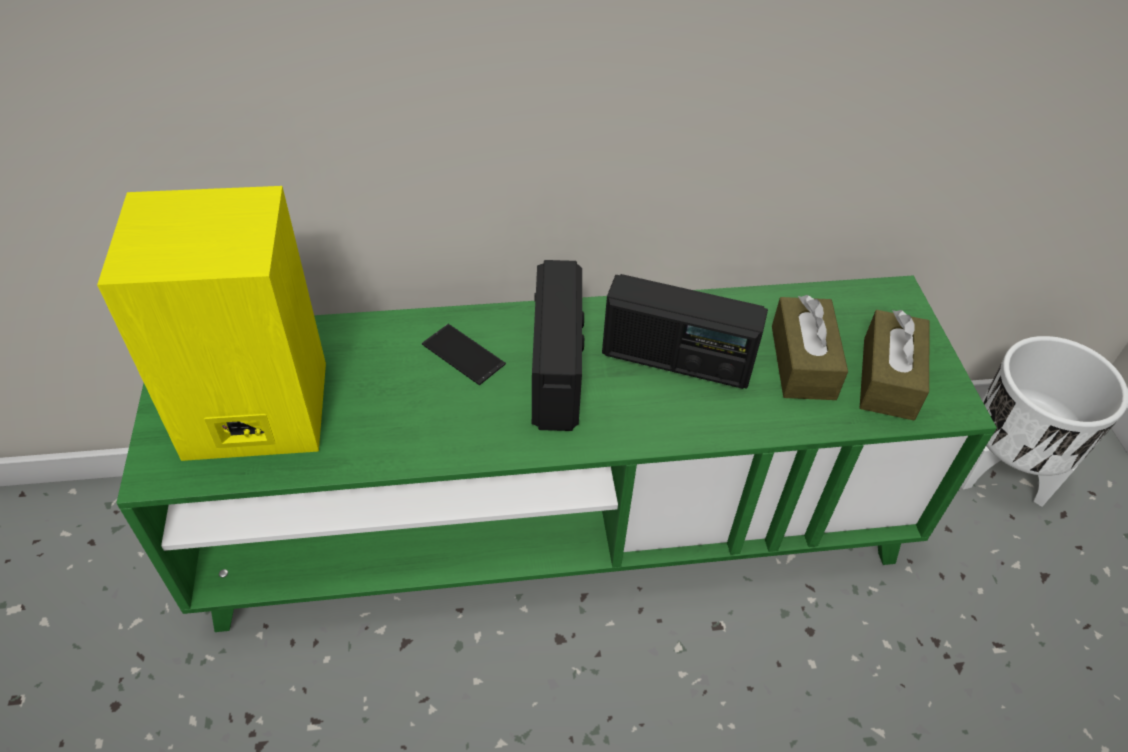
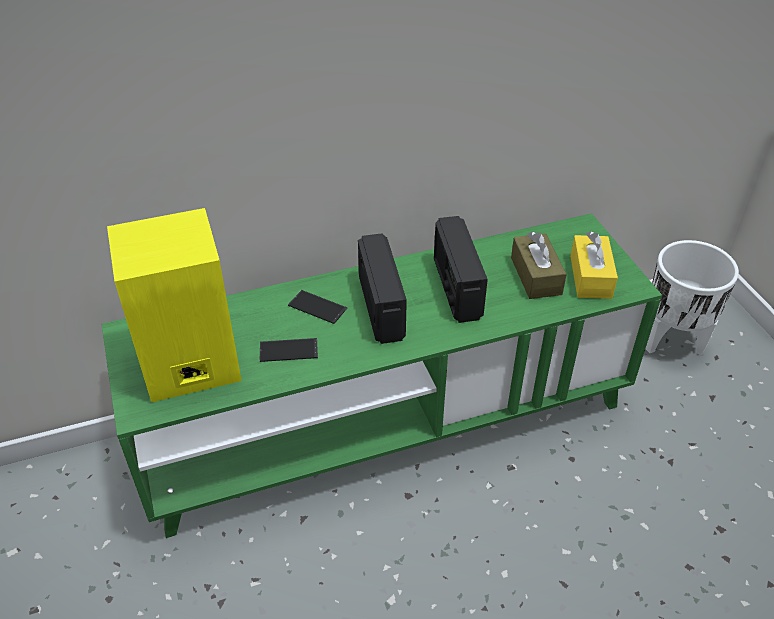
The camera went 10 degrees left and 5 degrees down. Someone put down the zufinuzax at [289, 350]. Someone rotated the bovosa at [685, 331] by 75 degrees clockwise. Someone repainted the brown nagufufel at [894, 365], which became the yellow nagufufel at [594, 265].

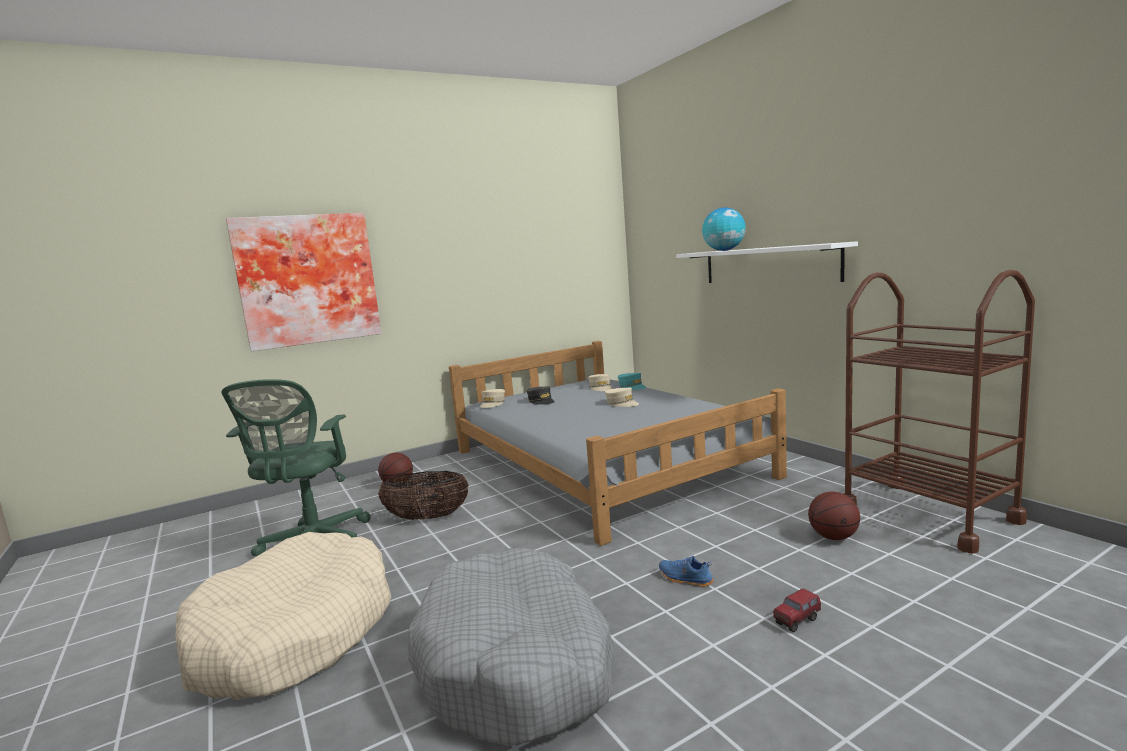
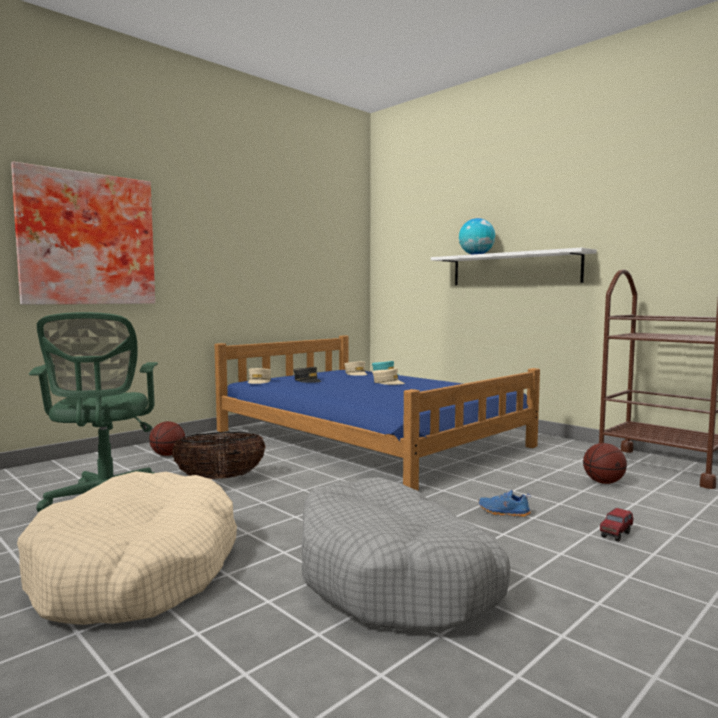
The camera went 15 degrees left and 5 degrees down. Someone repainted the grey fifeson at [618, 443], which became the blue fifeson at [377, 413].

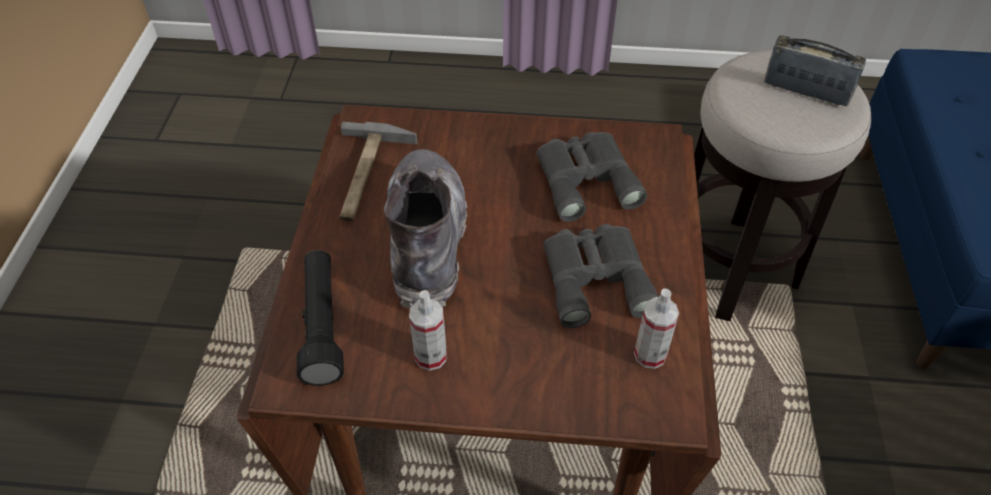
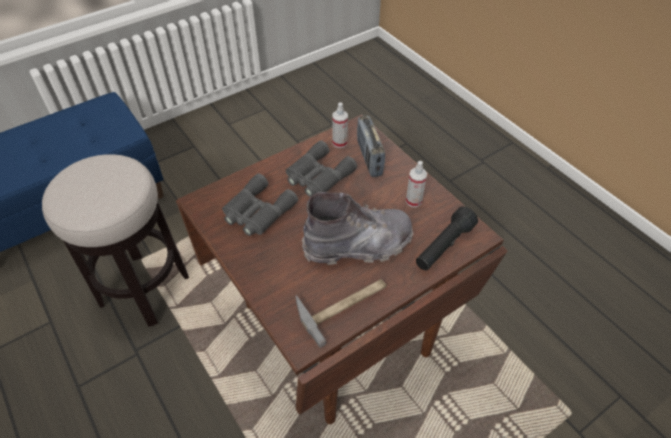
The camera went 130 degrees left and 0 degrees up. Someone rotated the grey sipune at [425, 229] by 150 degrees counterclockwise. Someone carried the bovosa from [815, 70] to [371, 146].

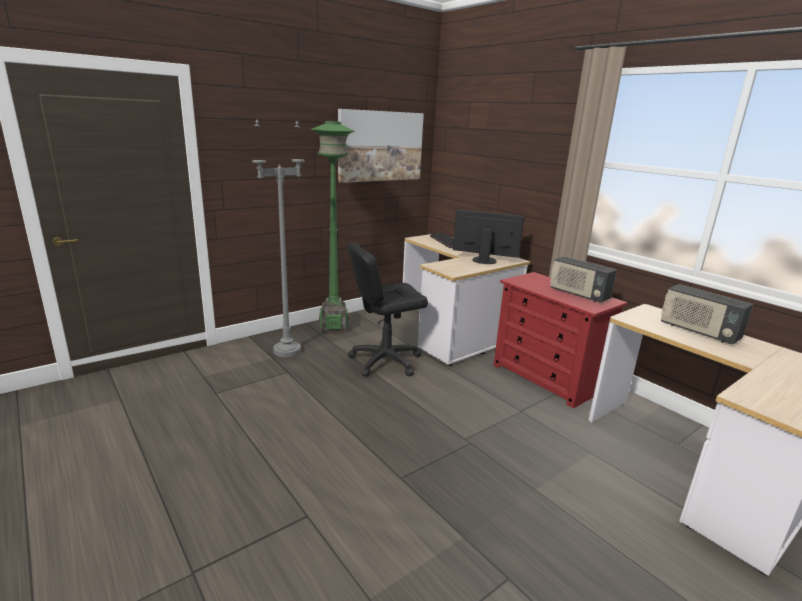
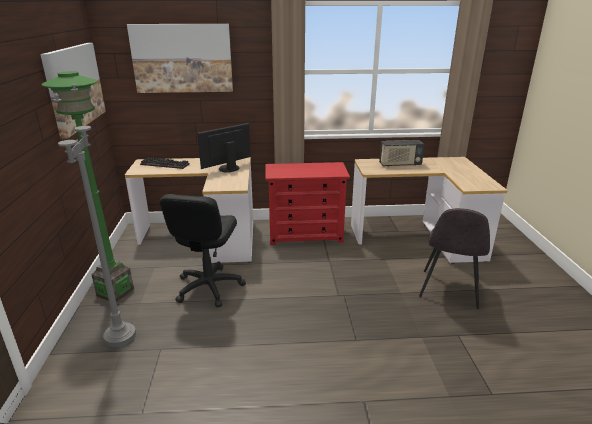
The camera went 55 degrees left and 5 degrees up. Someone put up the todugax at [180, 58]. Someone put down the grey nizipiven at [454, 258]. Someone took away the bovosa at [583, 279].

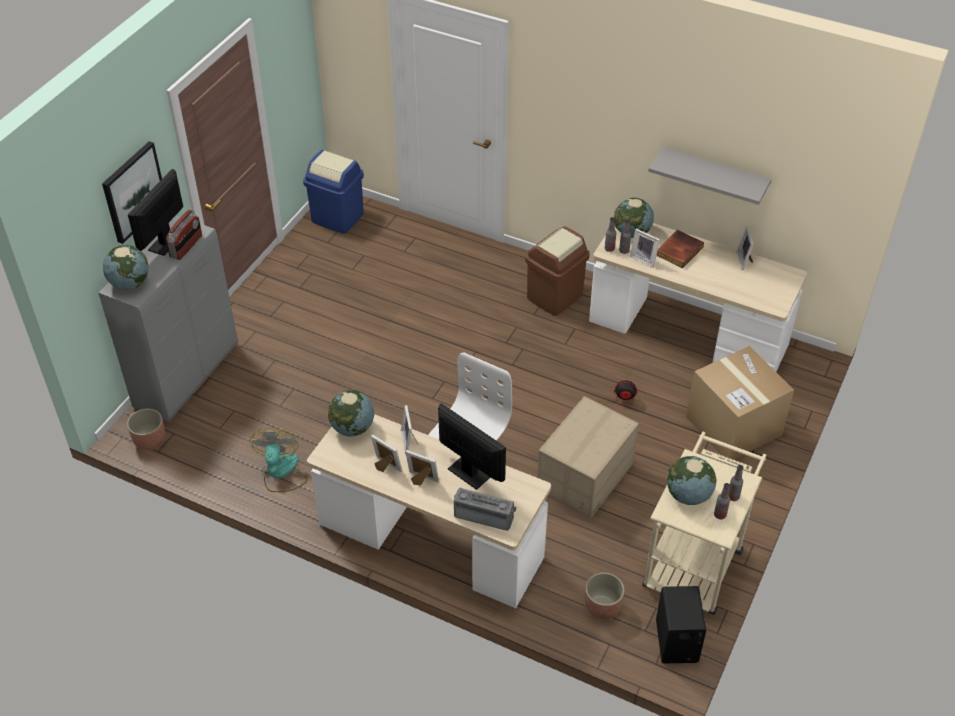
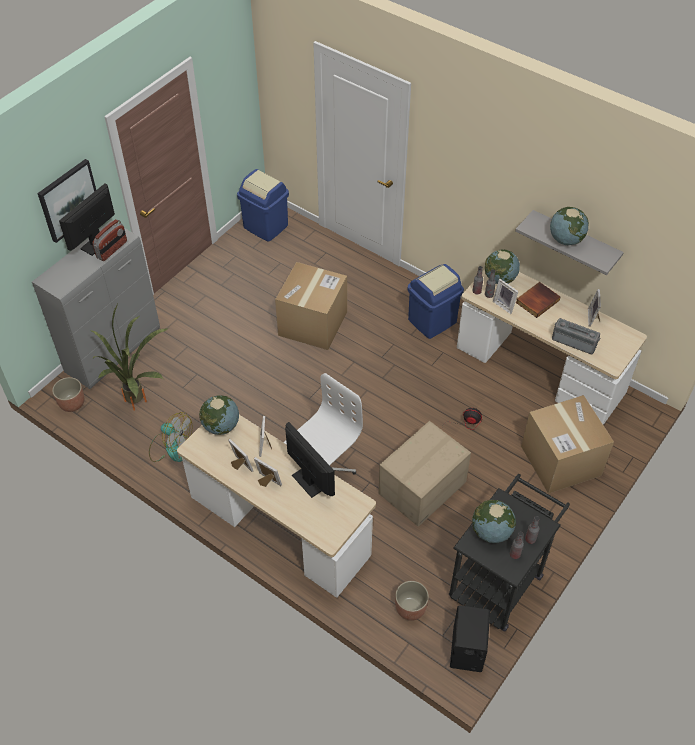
The camera went 10 degrees right and 5 degrees up. Someone put down the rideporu at [129, 356]. Someone rotated the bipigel at [279, 460] by 105 degrees clockwise. Someone put down the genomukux at [311, 306]. Someone repainted the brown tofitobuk at [557, 271], which became the blue tofitobuk at [435, 301]. Someone repainted the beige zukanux at [704, 523], which became the black zukanux at [509, 553]. Someone carried the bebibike from [126, 267] to [569, 226]. Someone carried the bovosa from [485, 509] to [576, 336].

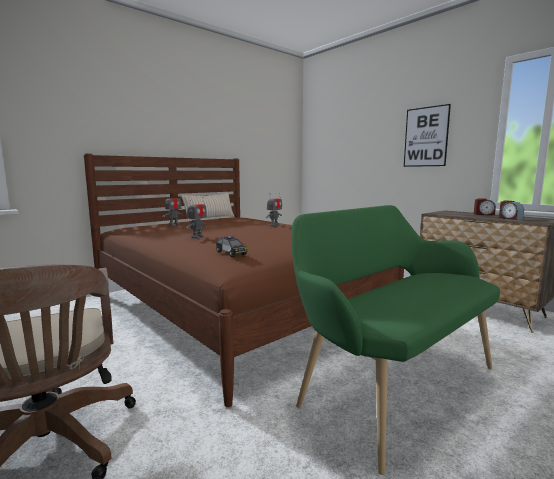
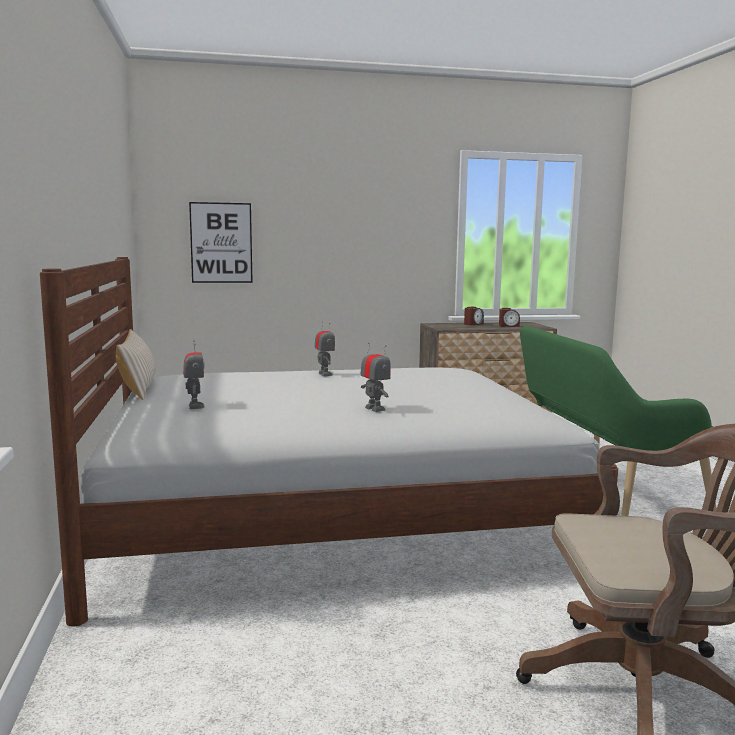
The camera went 60 degrees left and 0 degrees up. Someone repainted the brown fifeson at [244, 280], which became the white fifeson at [329, 441]. Someone carried the todugax from [427, 135] to [221, 242]. Someone took away the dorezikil at [231, 246].

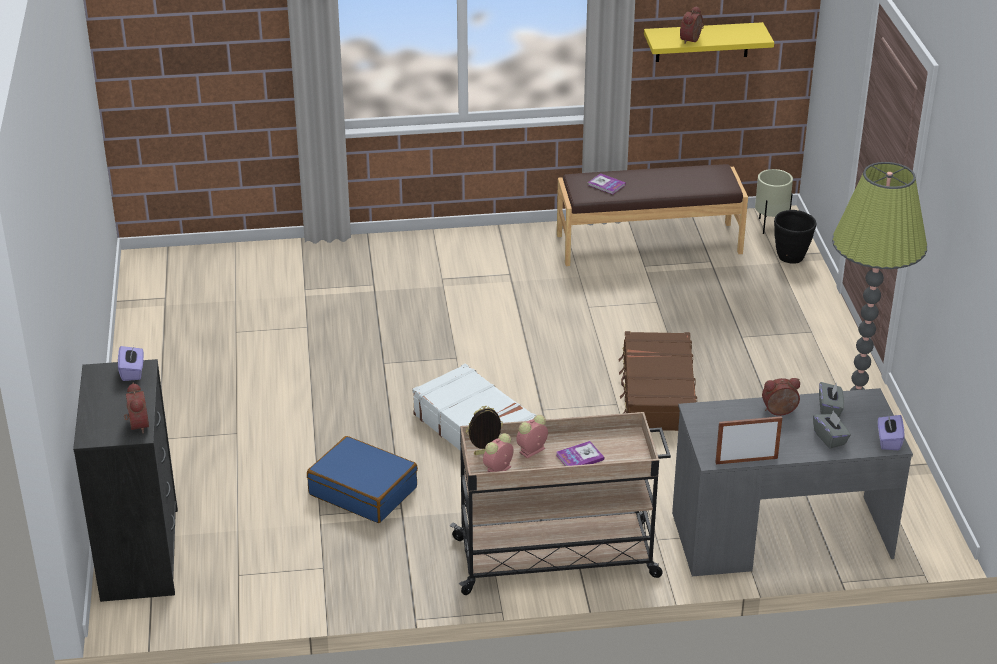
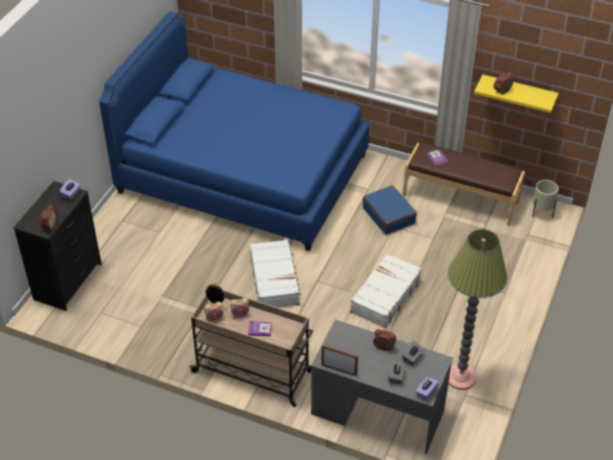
The camera went 30 degrees right and 10 degrees up. Someone put down the blue fifeson at [234, 131]. Someone repainted the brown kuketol at [658, 381], which became the white kuketol at [386, 290]. Someone carried the blue kuketol from [362, 479] to [390, 210]. Someone took away the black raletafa at [795, 237].

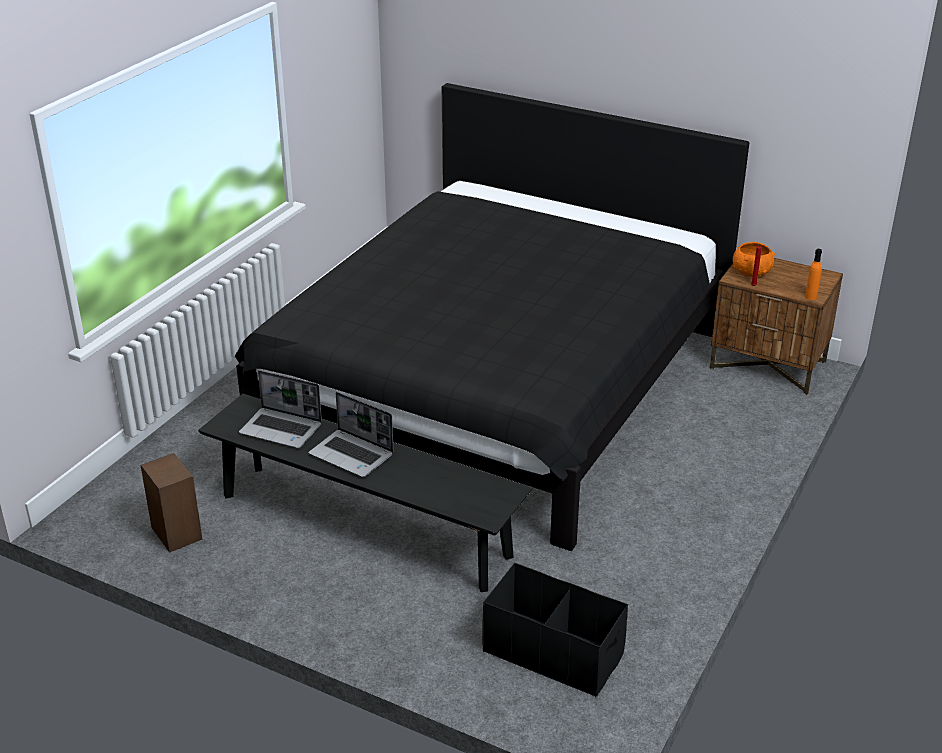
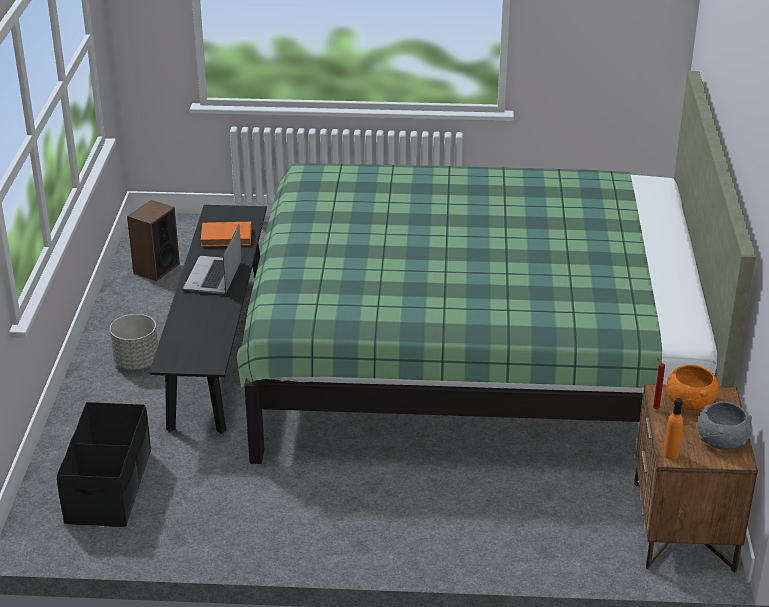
The camera went 65 degrees right and 0 degrees up. Someone put down the grey raletafa at [134, 342]. Someone swapped the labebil at [280, 409] for the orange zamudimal at [226, 234]. Someone repainted the black fifeson at [492, 317], which became the green fifeson at [496, 267]. Someone put down the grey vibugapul at [724, 425].

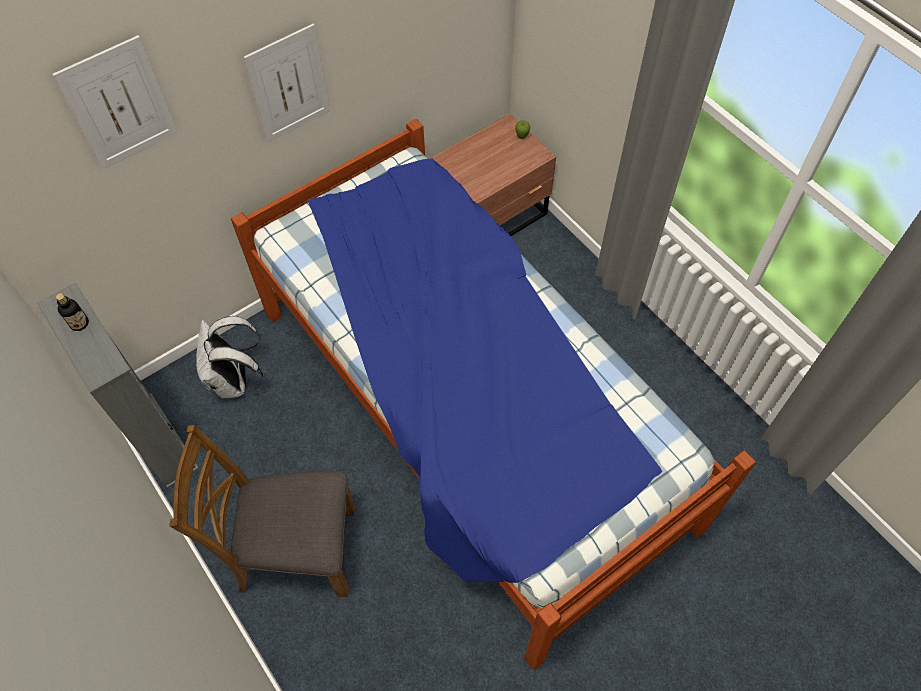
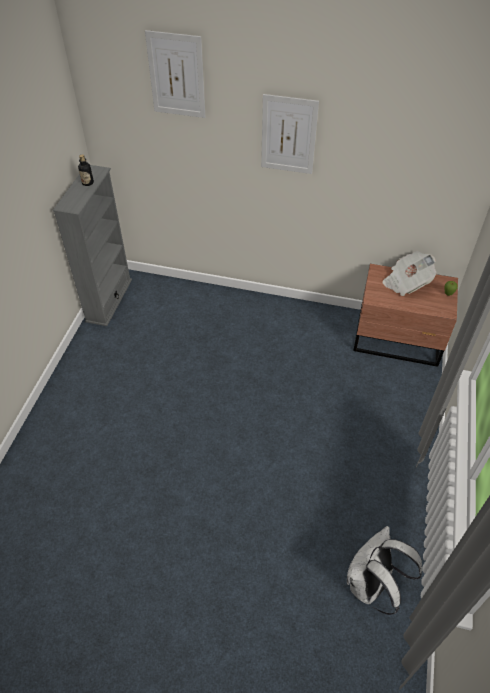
The camera went 50 degrees right and 10 degrees down. Someone carried the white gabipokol from [229, 357] to [384, 570]. Someone put down the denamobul at [409, 273]. Someone took away the brown nizipiven at [262, 511]. Someone took away the fifeson at [493, 394].

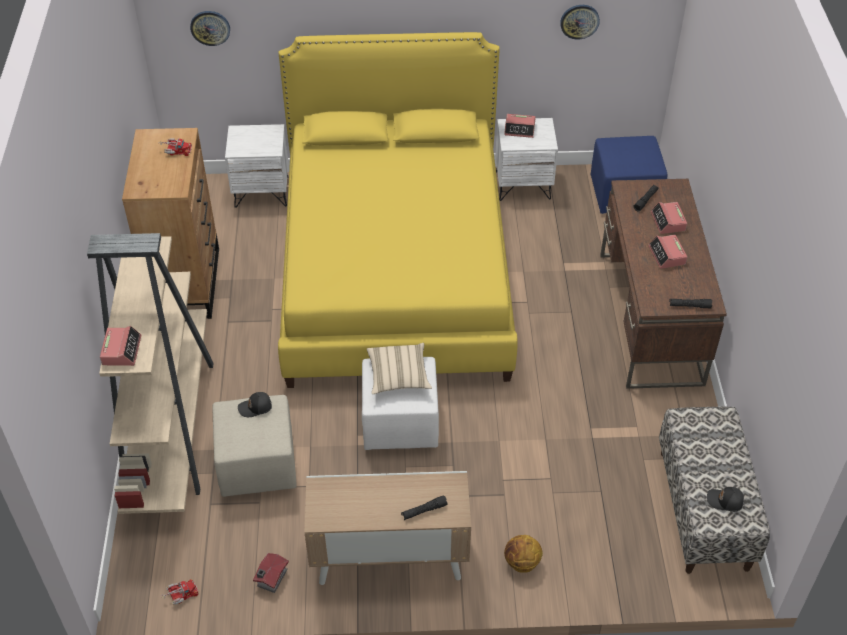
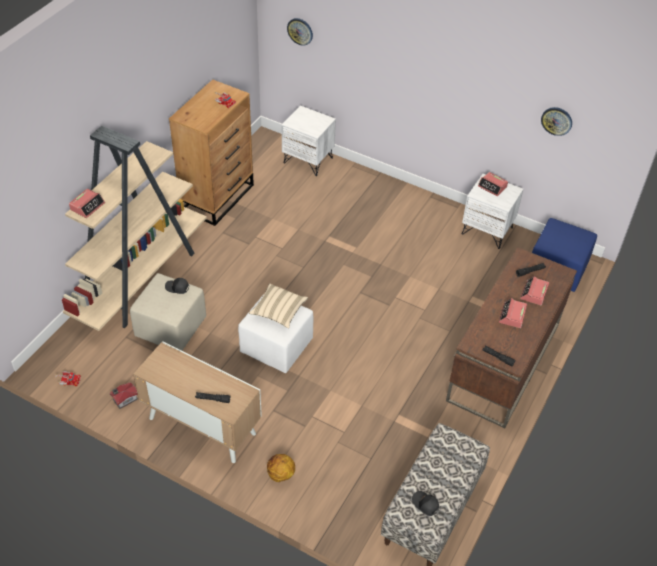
The camera went 30 degrees right and 0 degrees up. Someone took away the yellow fifeson at [398, 210].

